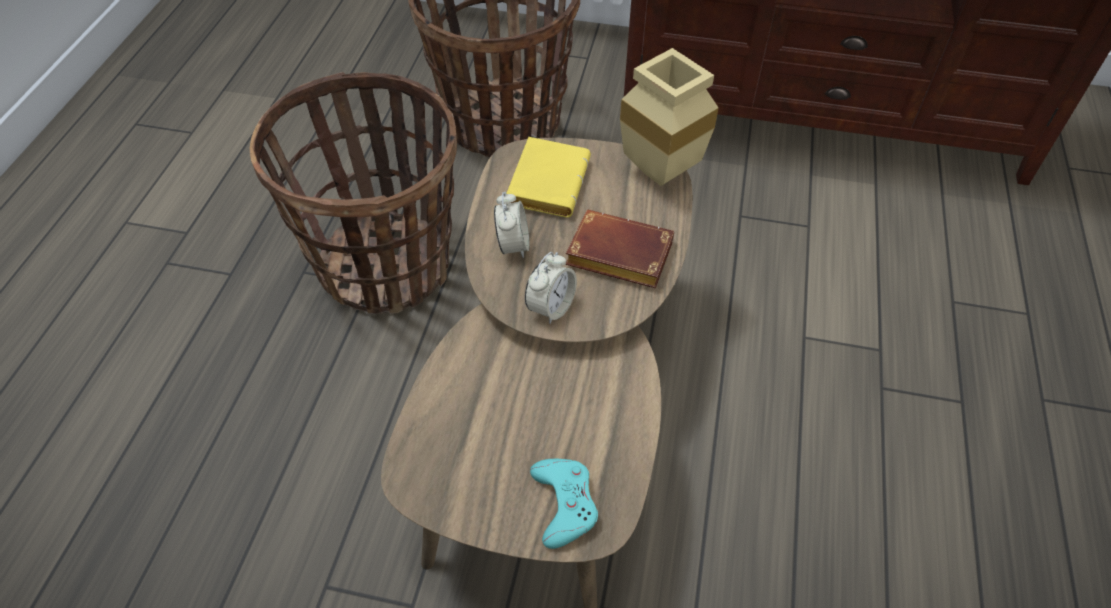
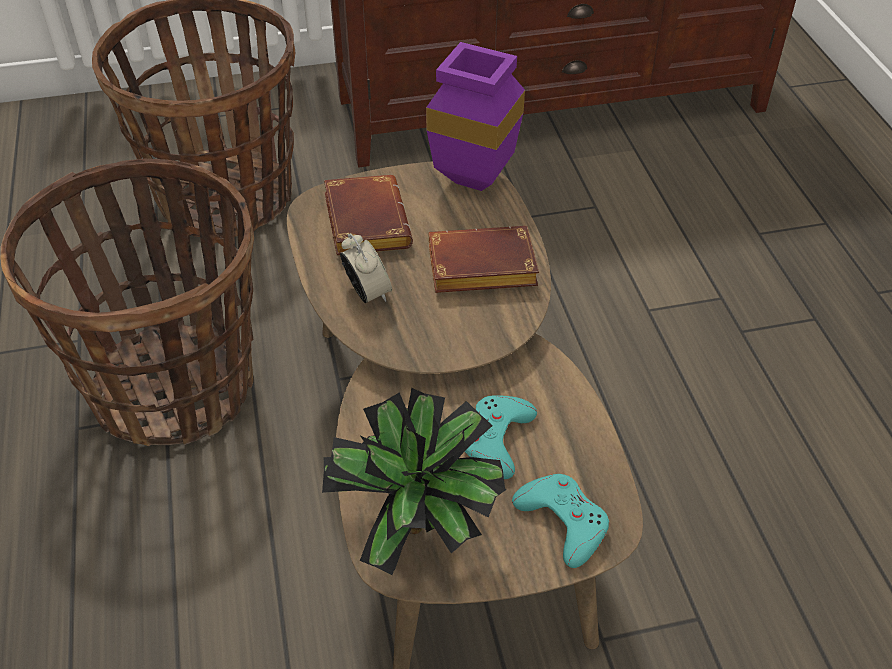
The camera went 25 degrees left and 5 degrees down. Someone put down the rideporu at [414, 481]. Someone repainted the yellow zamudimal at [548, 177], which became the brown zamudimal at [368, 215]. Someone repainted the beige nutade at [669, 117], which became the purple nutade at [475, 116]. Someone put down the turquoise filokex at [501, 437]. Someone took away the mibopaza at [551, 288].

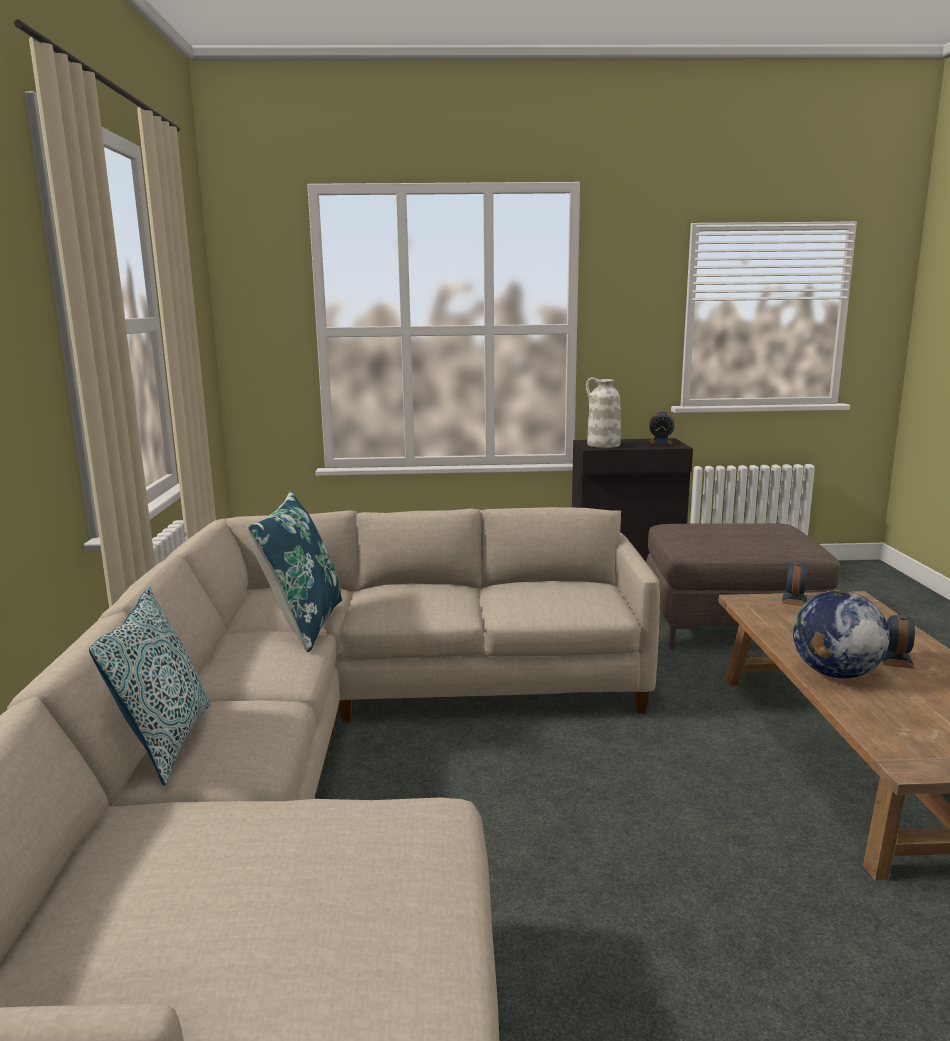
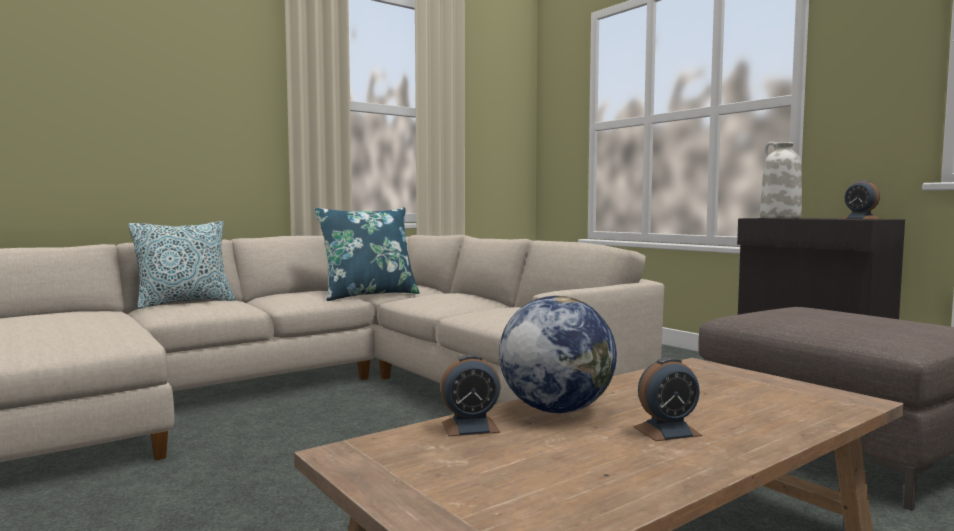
The camera went 55 degrees right and 10 degrees down. Someone carried the mibopaza from [794, 583] to [470, 395].

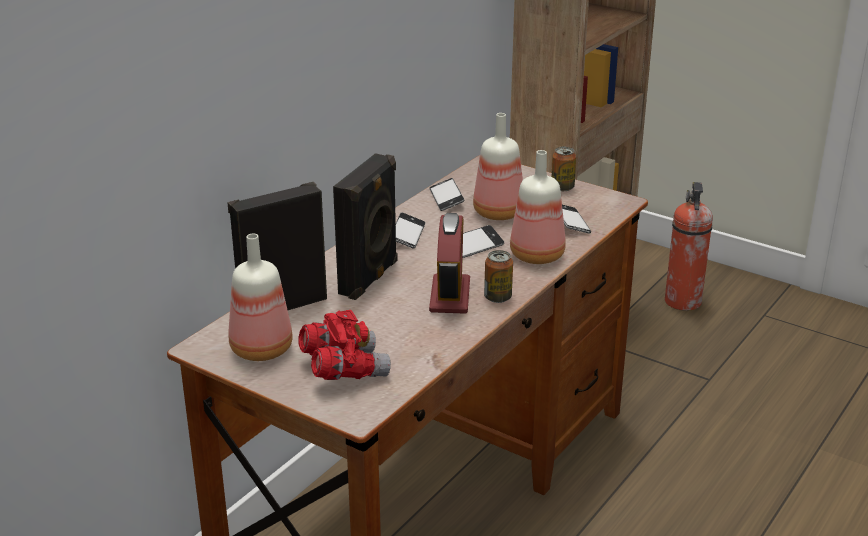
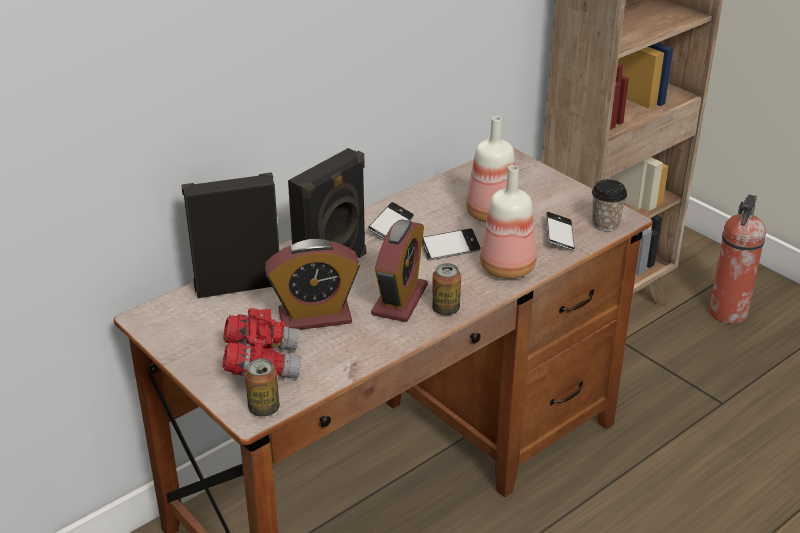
The camera went 15 degrees right and 5 degrees up. Someone carried the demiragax from [564, 169] to [262, 387]. Someone put down the mibopaza at [312, 284]. Someone put down the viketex at [609, 205]. Someone took away the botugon at [261, 297]. Someone took away the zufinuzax at [447, 194].

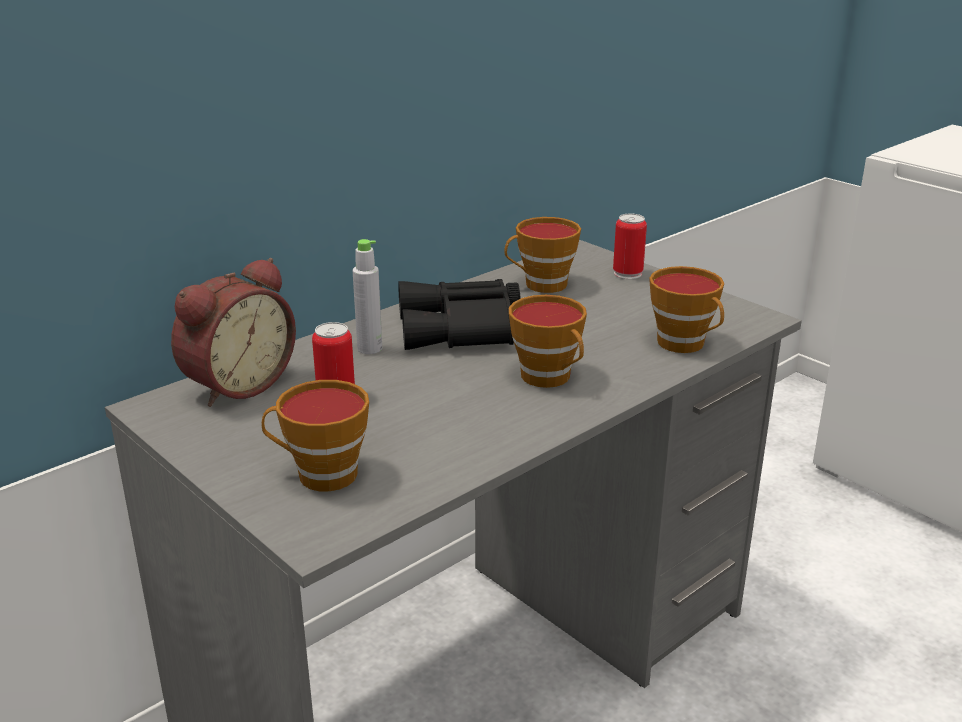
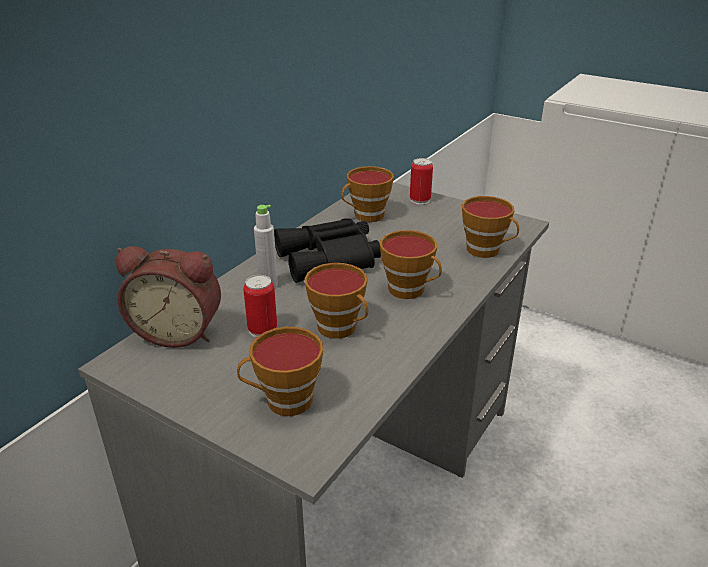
The camera went 15 degrees left and 5 degrees up. Someone rotated the mibopaza at [233, 332] by 75 degrees clockwise. Someone put down the viketex at [336, 301].

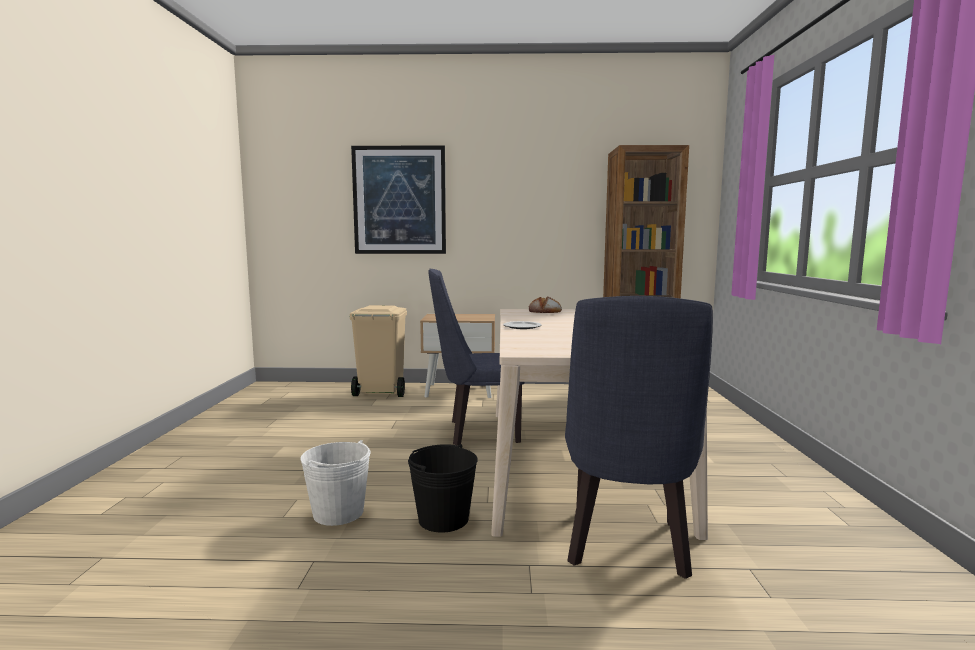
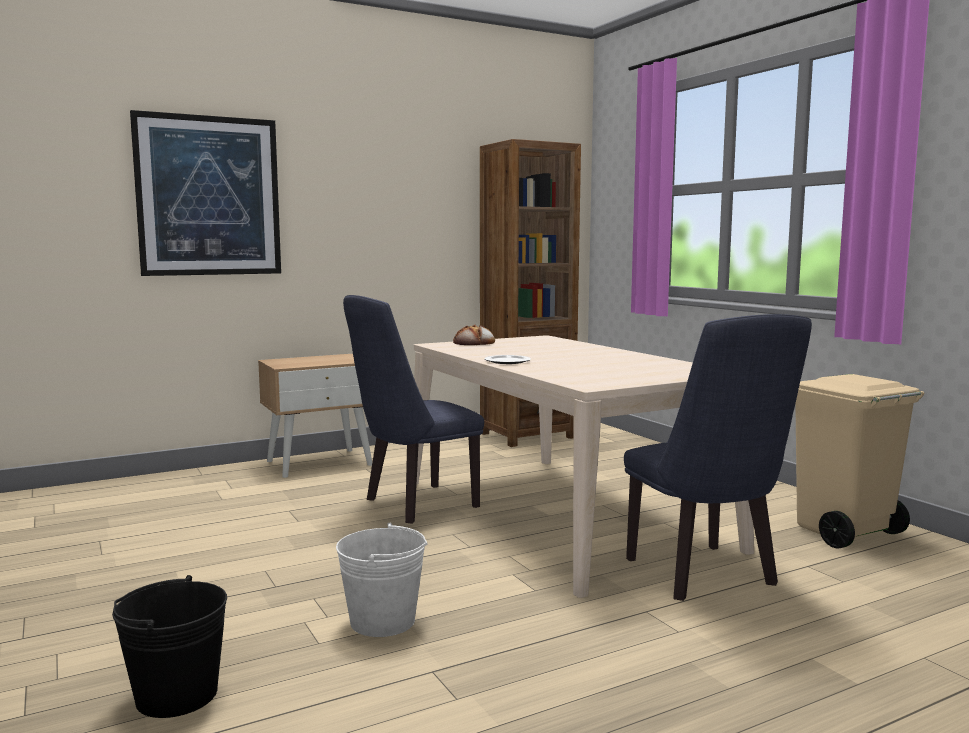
The camera went 30 degrees left and 0 degrees up. Someone carried the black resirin from [443, 488] to [169, 646]. Someone carried the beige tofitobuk from [378, 351] to [859, 461].

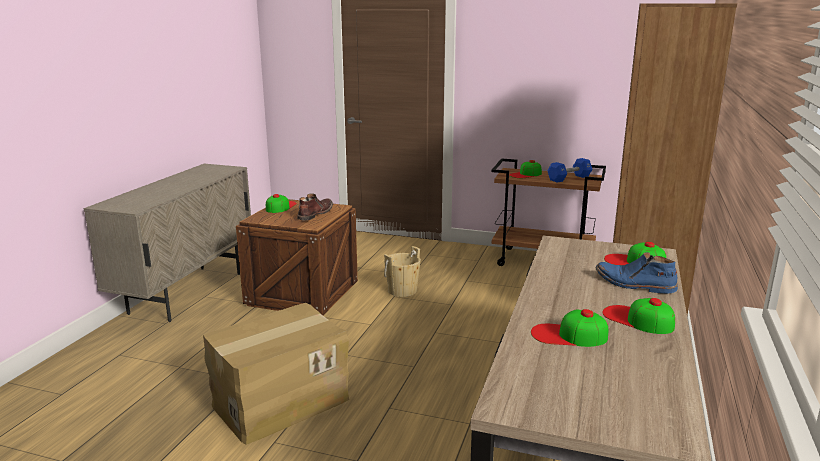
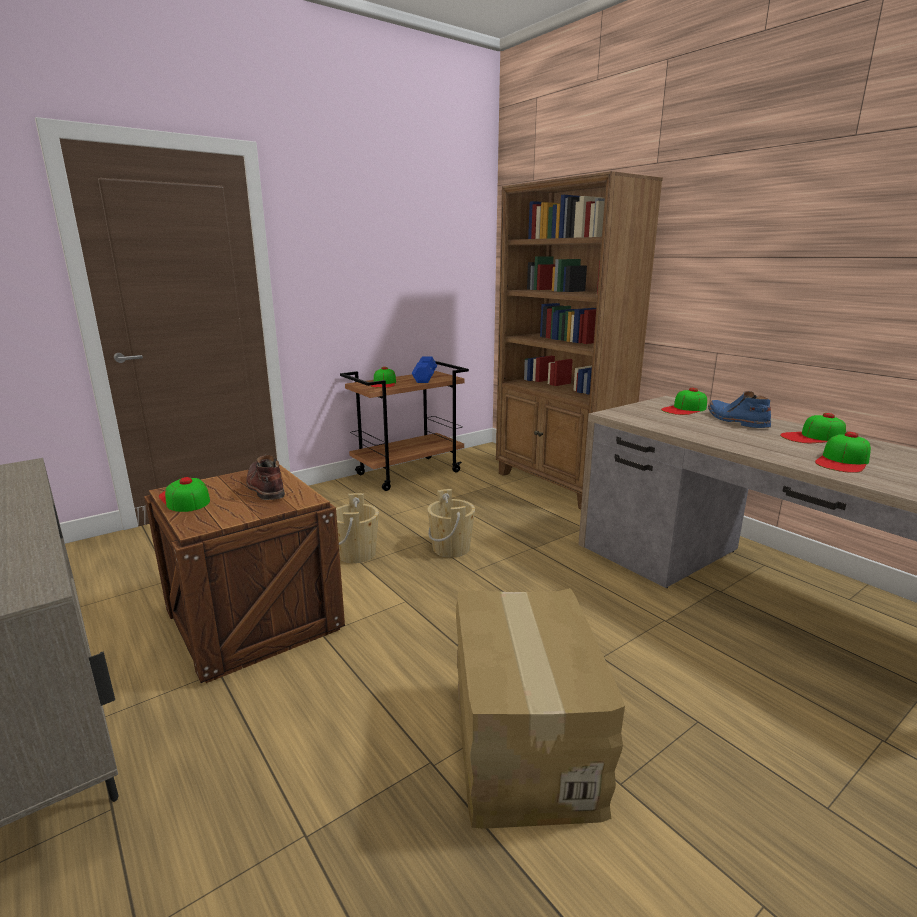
The camera went 55 degrees left and 0 degrees up. Someone put down the beige resirin at [451, 523]. Someone rotated the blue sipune at [637, 273] by 90 degrees clockwise.

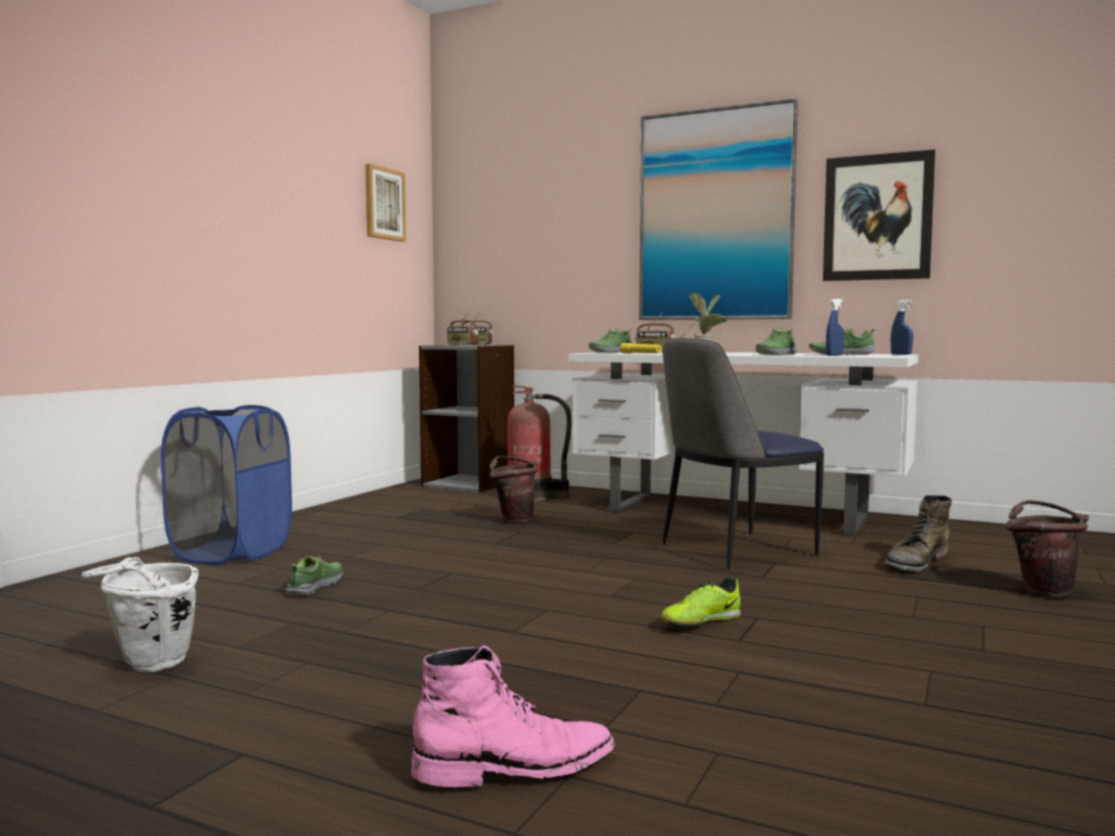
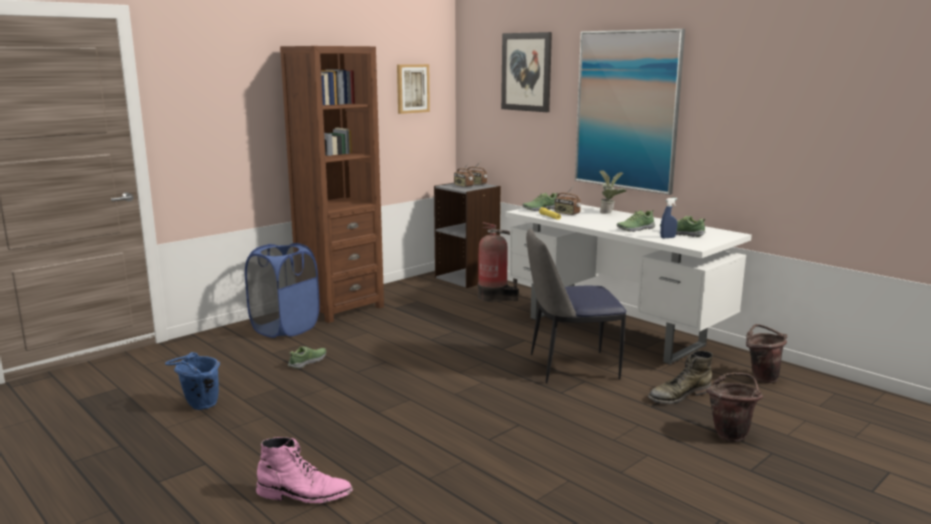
The camera went 20 degrees right and 10 degrees up. Someone repainted the white resirin at [140, 614], which became the blue resirin at [192, 381]. Someone put down the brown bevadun at [332, 184]. Someone carried the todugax from [879, 215] to [526, 72]. Someone carried the brown resirin from [514, 489] to [766, 353]. Someone took away the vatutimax at [700, 601]. Someone took away the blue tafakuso at [902, 327].

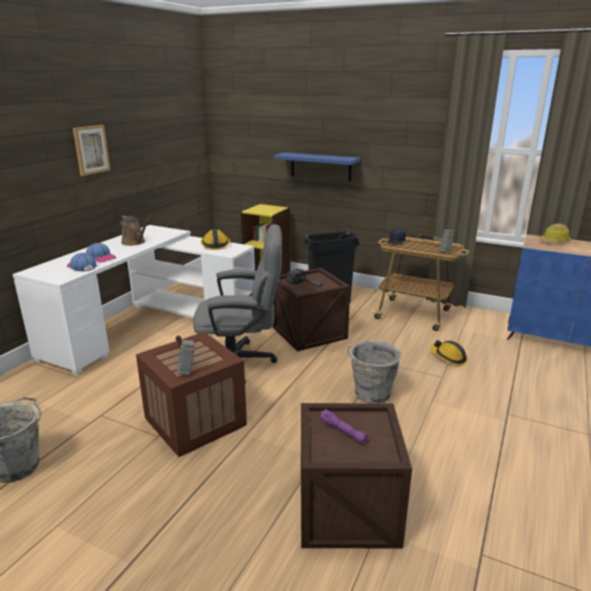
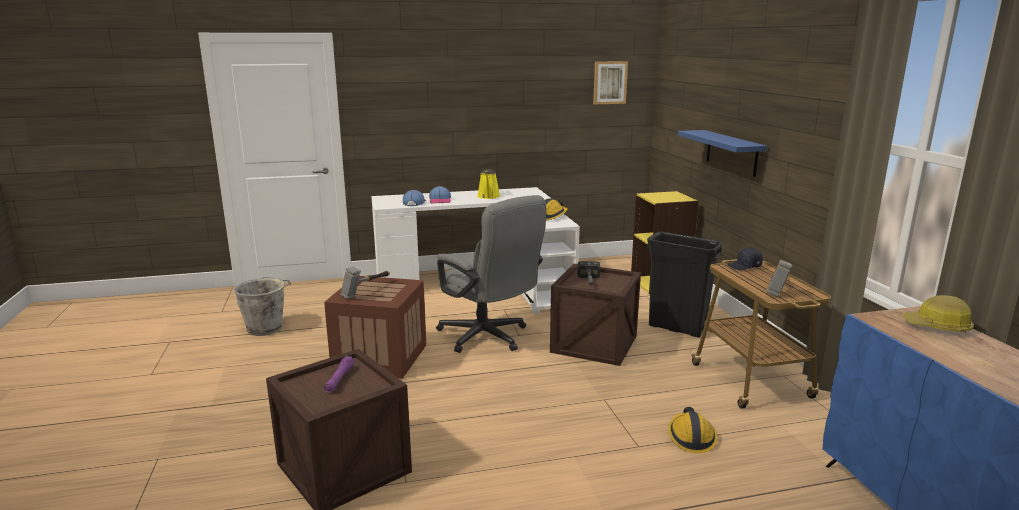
The camera went 50 degrees right and 5 degrees down. Someone repainted the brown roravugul at [134, 231], which became the yellow roravugul at [488, 184]. Someone carried the todugax from [91, 150] to [610, 82]. Someone took away the grey resirin at [374, 372].

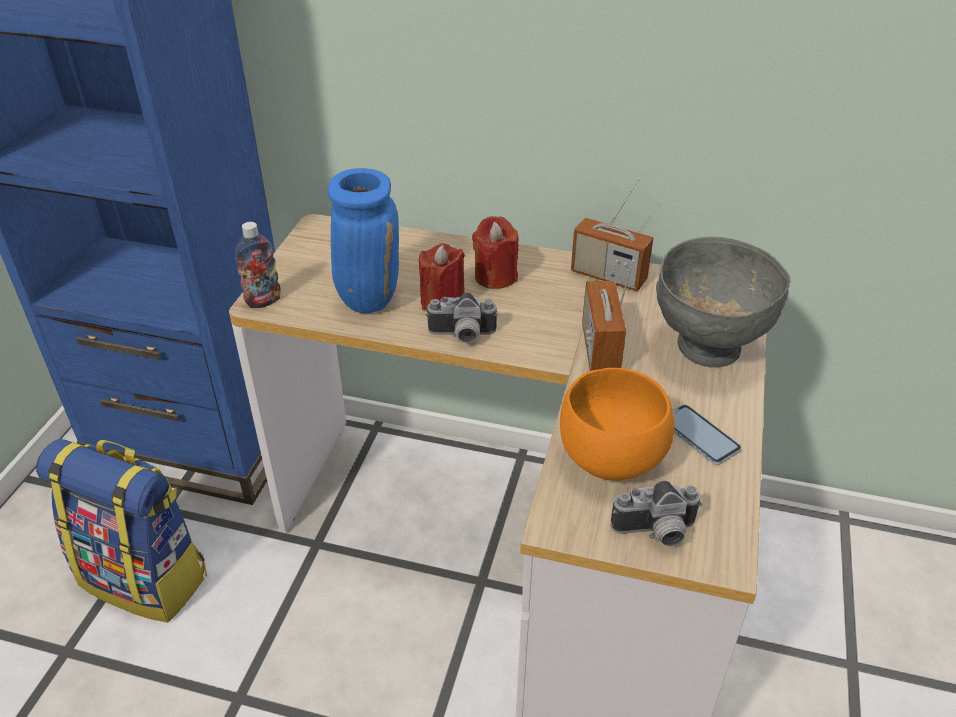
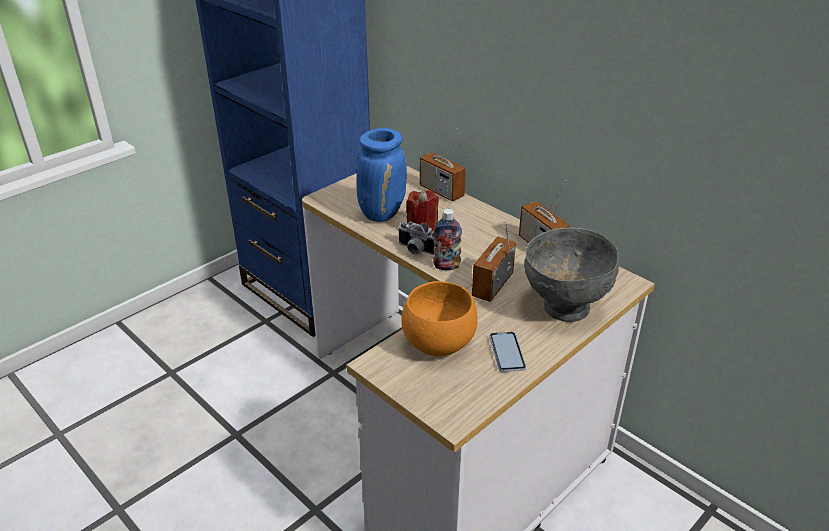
The camera went 30 degrees right and 5 degrees down. Someone put down the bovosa at [443, 165]. Someone carried the botugon from [257, 265] to [447, 239]. Someone took away the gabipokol at [121, 531]. Someone took away the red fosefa at [495, 252]. Someone took away the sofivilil at [657, 513].

